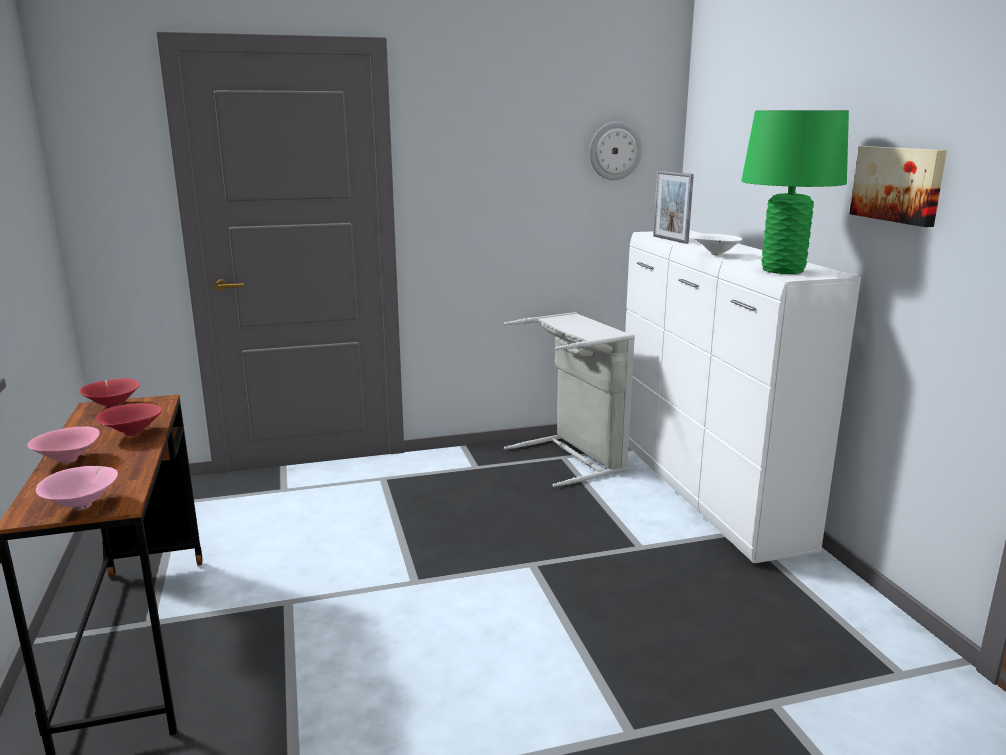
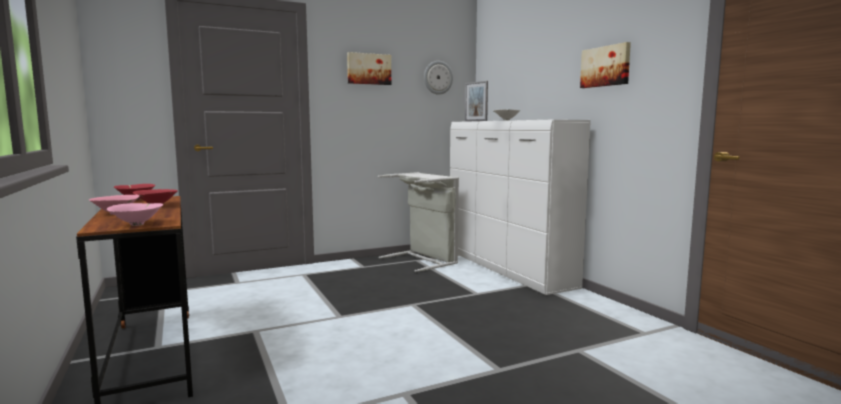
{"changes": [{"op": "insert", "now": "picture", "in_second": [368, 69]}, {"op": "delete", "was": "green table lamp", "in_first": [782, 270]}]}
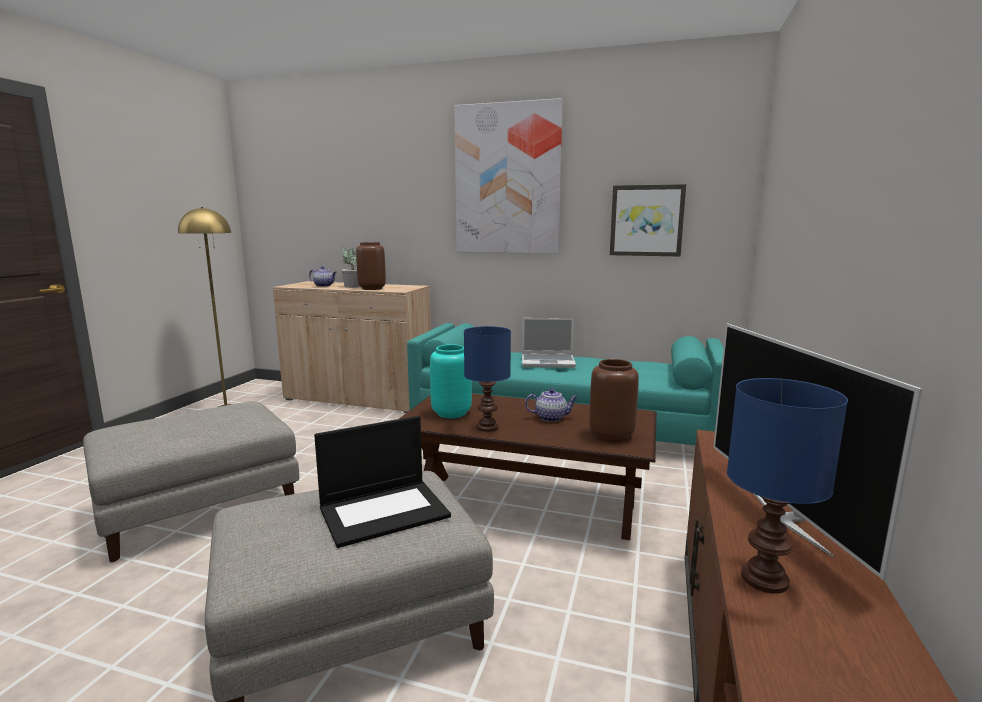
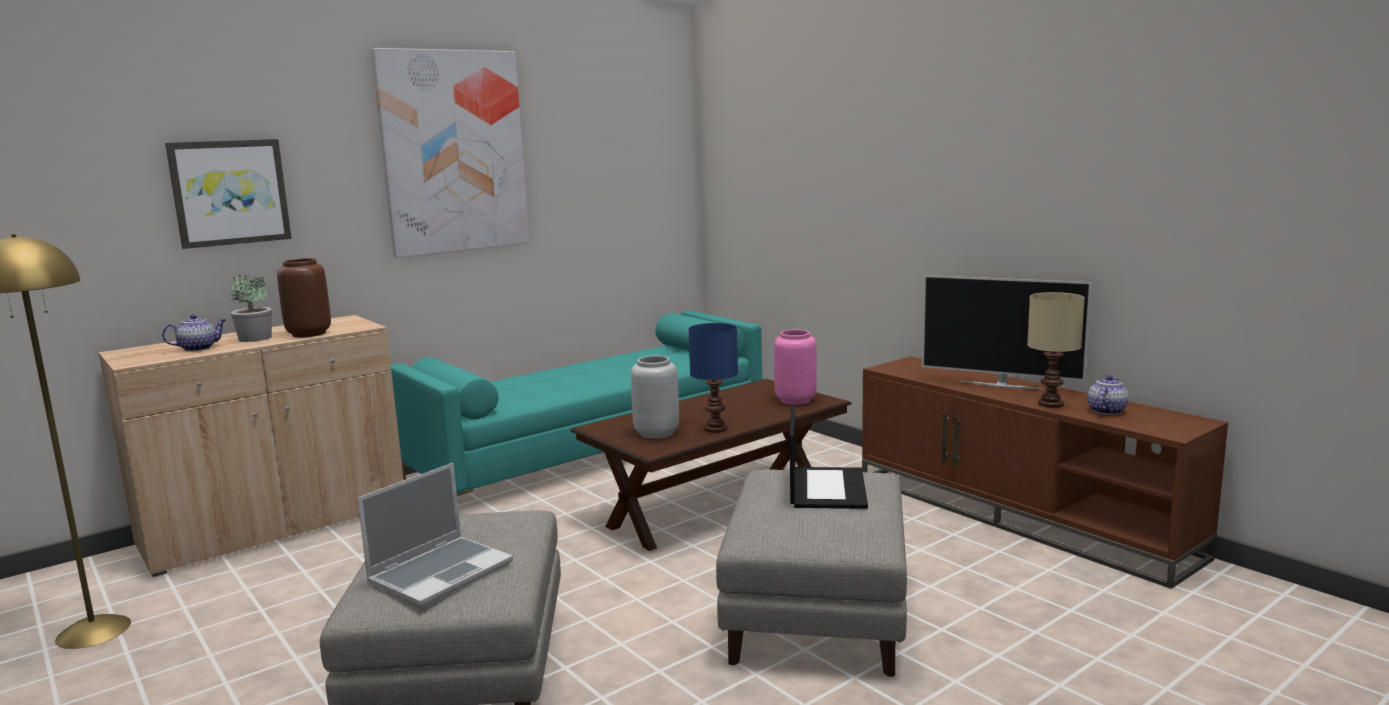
{"changes": [{"op": "move", "was": "picture", "in_first": [646, 220], "in_second": [230, 192]}, {"op": "move", "was": "laptop", "in_first": [548, 362], "in_second": [441, 572]}, {"op": "recolor", "was": "turquoise vase", "now": "grey vase", "in_first": [452, 413], "in_second": [657, 433]}, {"op": "recolor", "was": "brown vase", "now": "pink vase", "in_first": [611, 435], "in_second": [795, 400]}, {"op": "recolor", "was": "blue table lamp", "now": "beige table lamp", "in_first": [762, 578], "in_second": [1049, 404]}, {"op": "move", "was": "teapot", "in_first": [551, 418], "in_second": [1106, 411]}]}
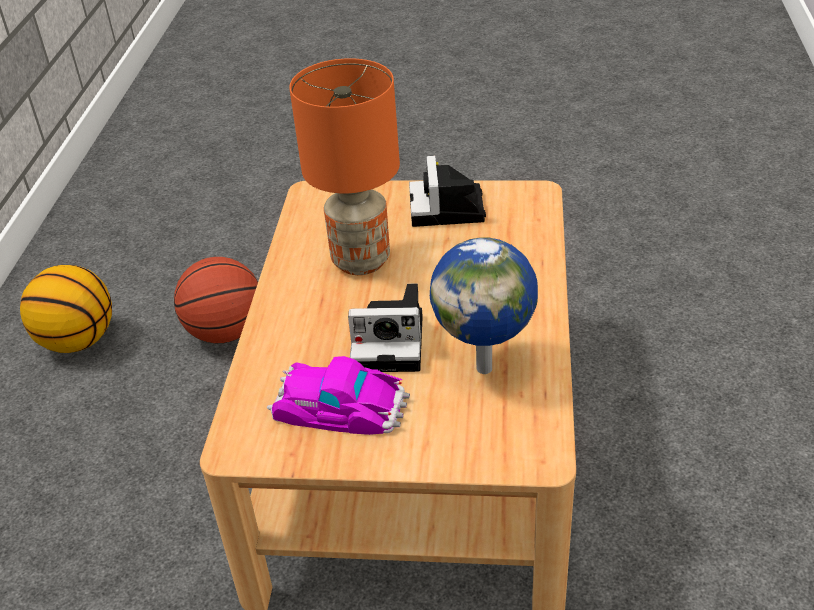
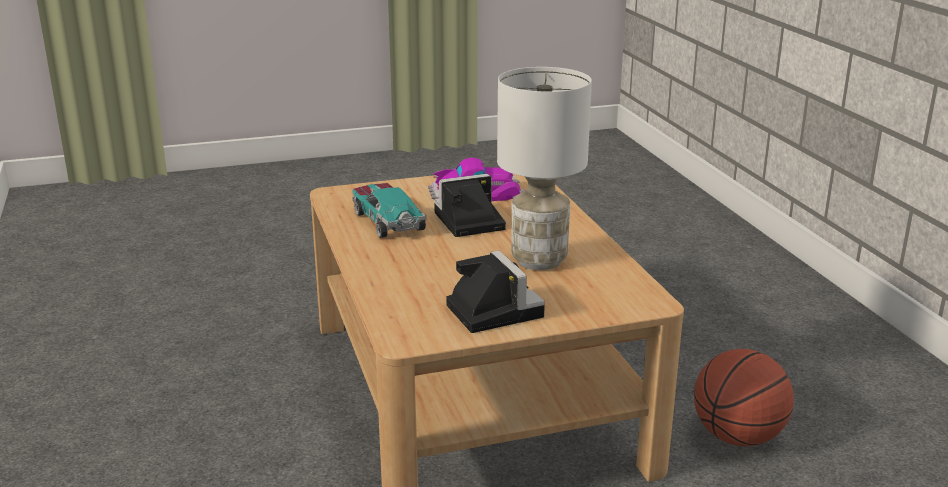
{"changes": [{"op": "replace", "was": "globe", "now": "toy car", "in_first": [486, 367], "in_second": [388, 220]}, {"op": "recolor", "was": "orange table lamp", "now": "white table lamp", "in_first": [361, 260], "in_second": [539, 261]}, {"op": "delete", "was": "basketball", "in_first": [78, 340]}]}
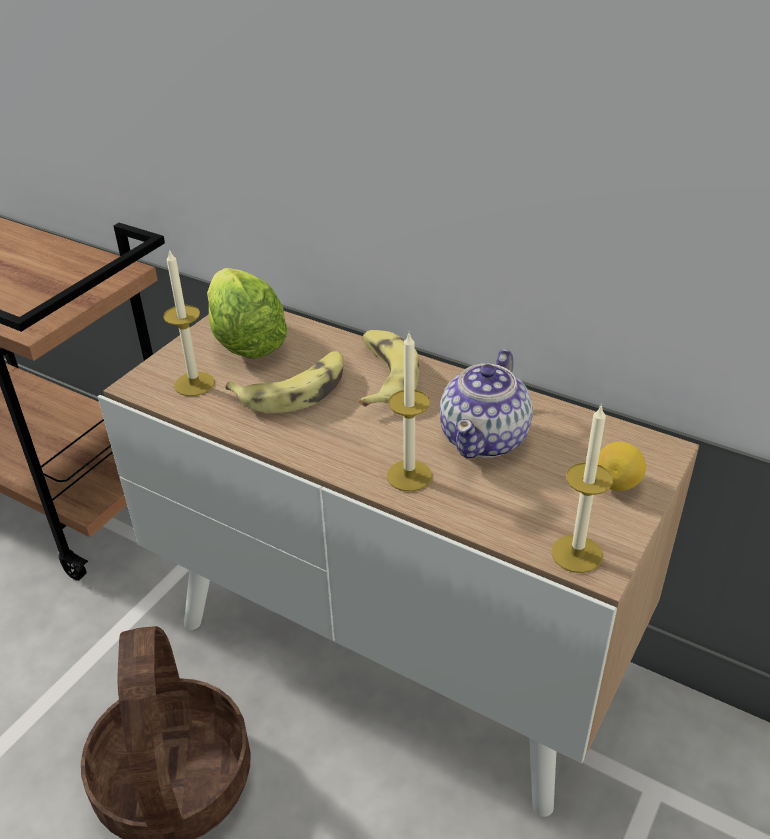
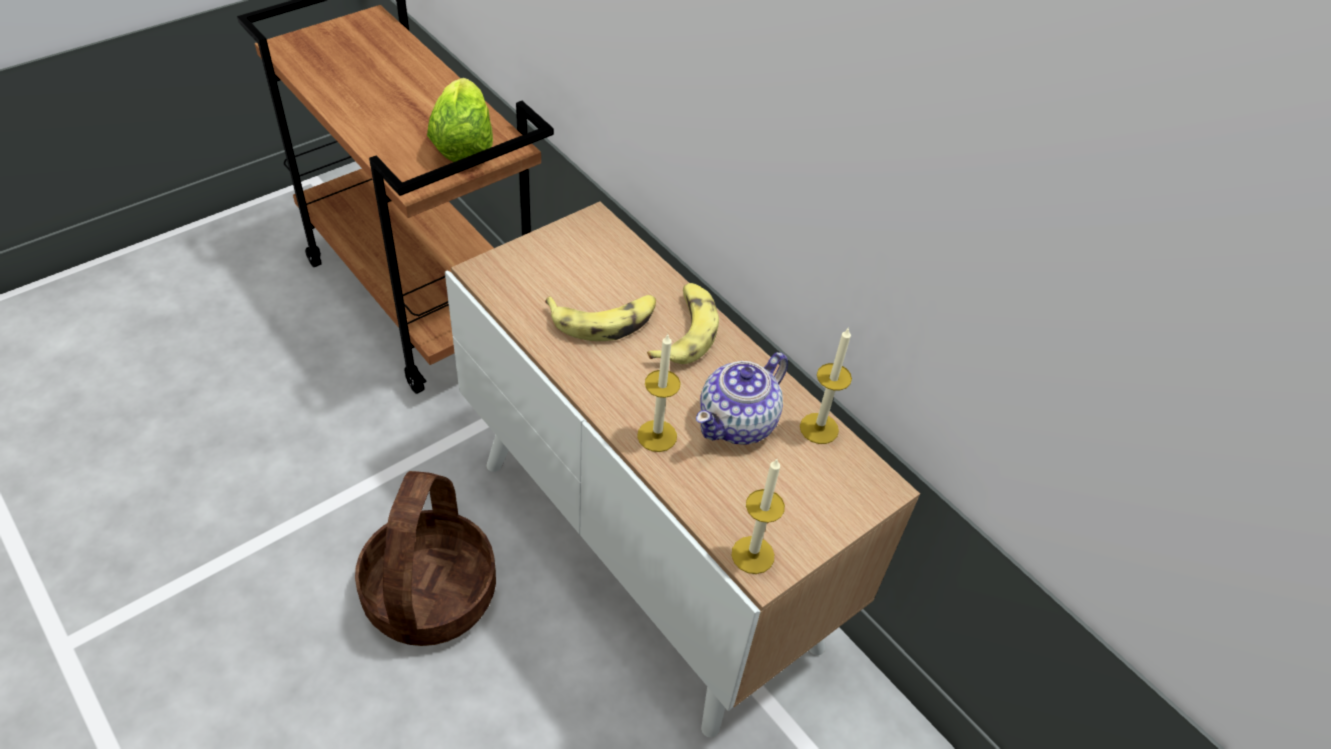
{"changes": [{"op": "move", "was": "lettuce", "in_first": [246, 342], "in_second": [462, 145]}, {"op": "move", "was": "candle", "in_first": [194, 384], "in_second": [819, 428]}, {"op": "delete", "was": "lemon", "in_first": [617, 484]}]}
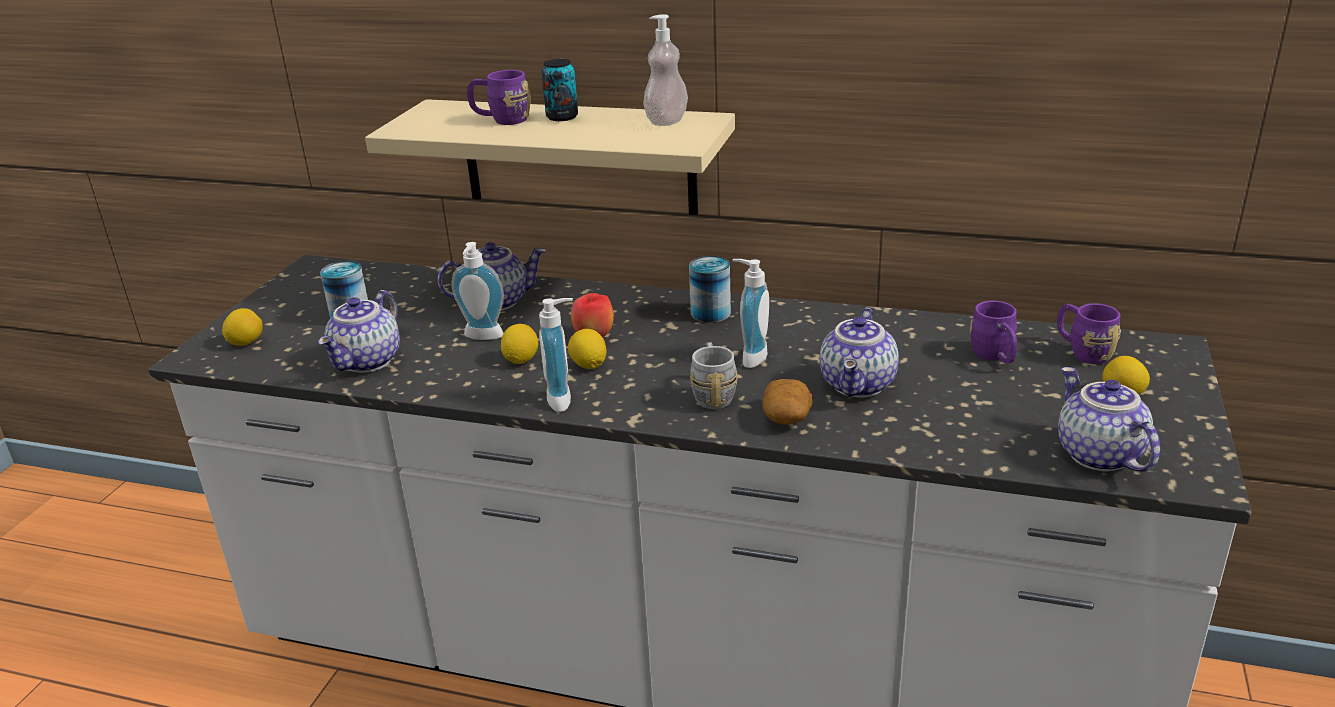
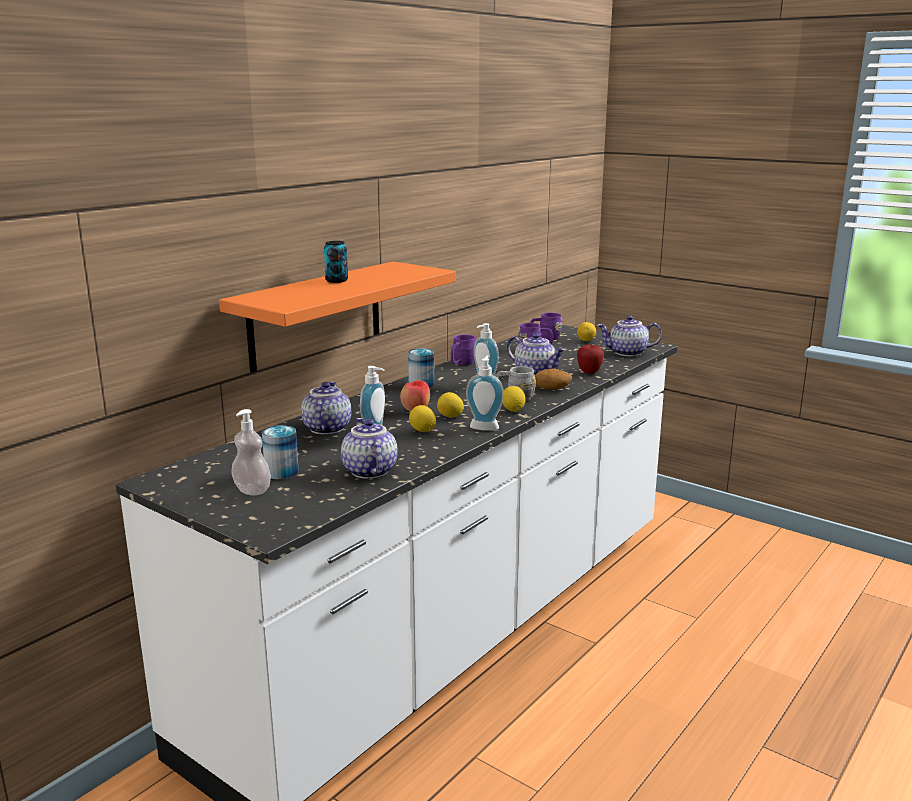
{"changes": [{"op": "recolor", "was": "beige shelf", "now": "orange shelf", "in_first": [578, 156], "in_second": [316, 315]}, {"op": "move", "was": "soap dispenser", "in_first": [666, 121], "in_second": [252, 490]}, {"op": "rotate", "was": "teapot", "in_first": [368, 362], "in_second": [368, 471], "clockwise": -150}, {"op": "move", "was": "purple mug", "in_first": [501, 120], "in_second": [461, 364]}, {"op": "move", "was": "lemon", "in_first": [246, 342], "in_second": [513, 410]}, {"op": "insert", "now": "apple", "in_second": [589, 372]}]}
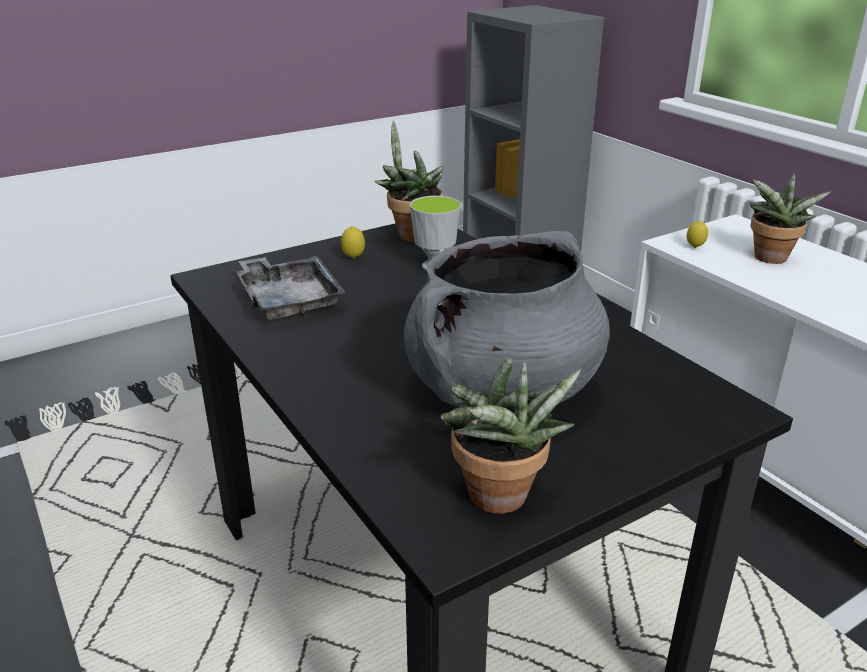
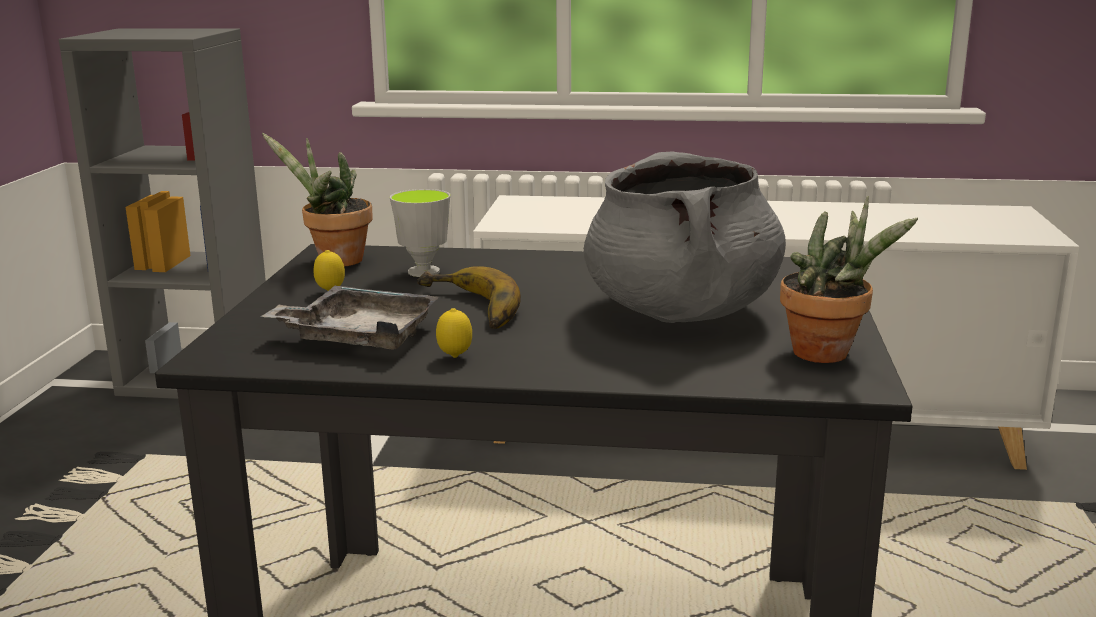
{"changes": [{"op": "insert", "now": "banana", "in_second": [466, 309]}, {"op": "move", "was": "lemon", "in_first": [694, 247], "in_second": [455, 357]}, {"op": "delete", "was": "potted plant", "in_first": [769, 259]}]}
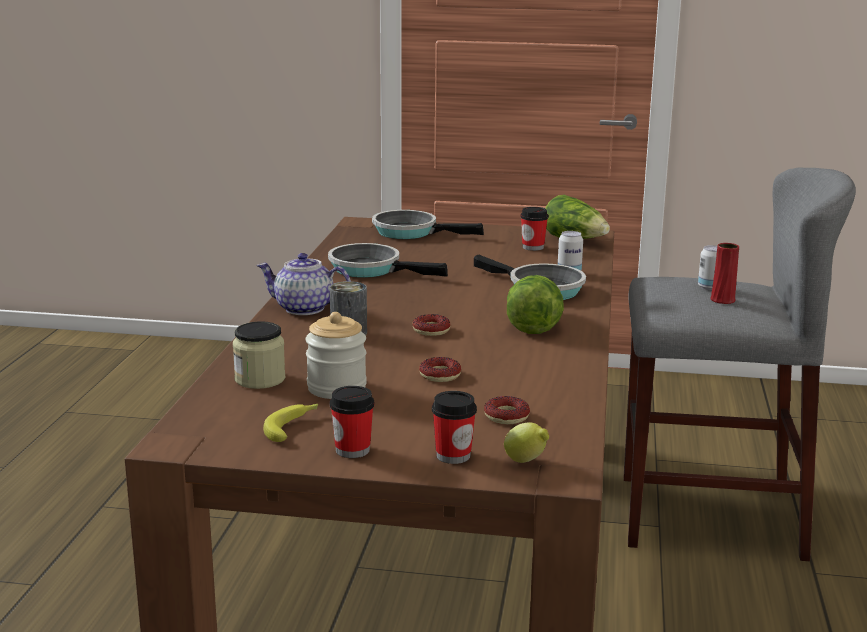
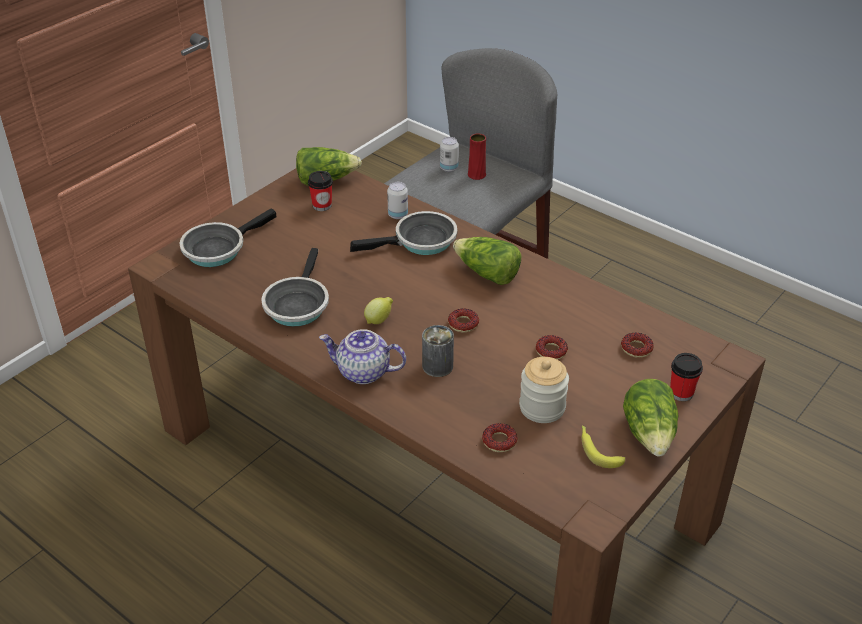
{"changes": [{"op": "rotate", "was": "frying pan", "in_first": [371, 269], "in_second": [297, 304], "clockwise": -45}, {"op": "rotate", "was": "teapot", "in_first": [303, 309], "in_second": [363, 372], "clockwise": 60}, {"op": "move", "was": "lemon", "in_first": [526, 461], "in_second": [379, 320]}, {"op": "replace", "was": "jar", "now": "donut", "in_first": [260, 379], "in_second": [499, 441]}, {"op": "replace", "was": "cup", "now": "lettuce", "in_first": [352, 450], "in_second": [650, 434]}]}
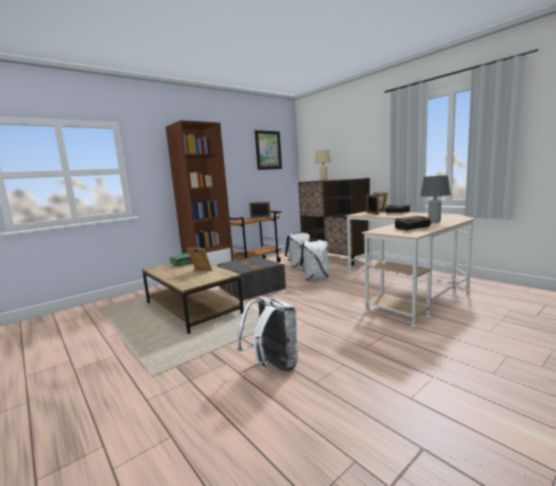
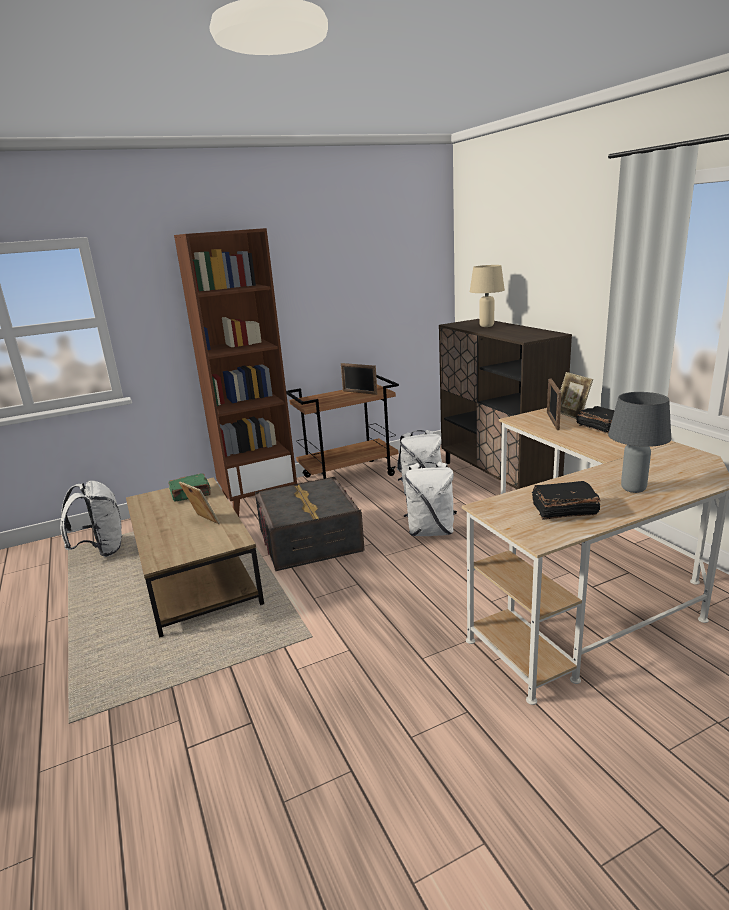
{"changes": [{"op": "move", "was": "white backpack", "in_first": [273, 366], "in_second": [101, 550]}, {"op": "delete", "was": "picture", "in_first": [268, 150]}]}
